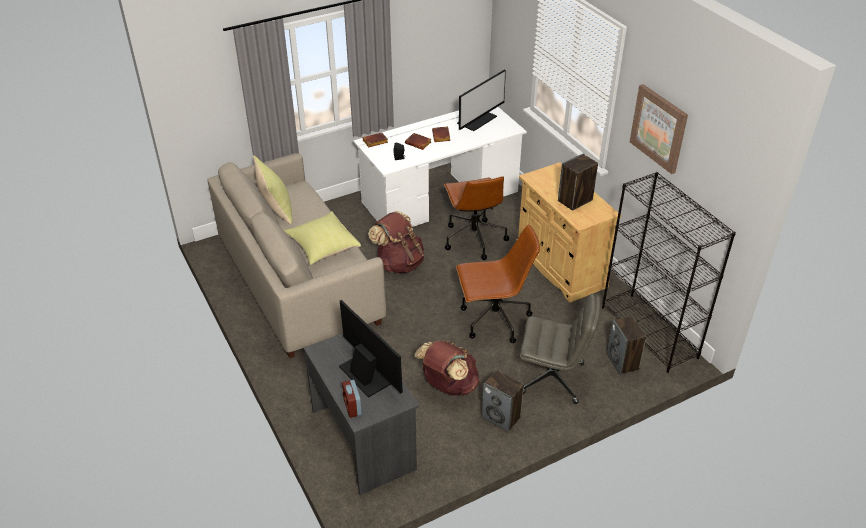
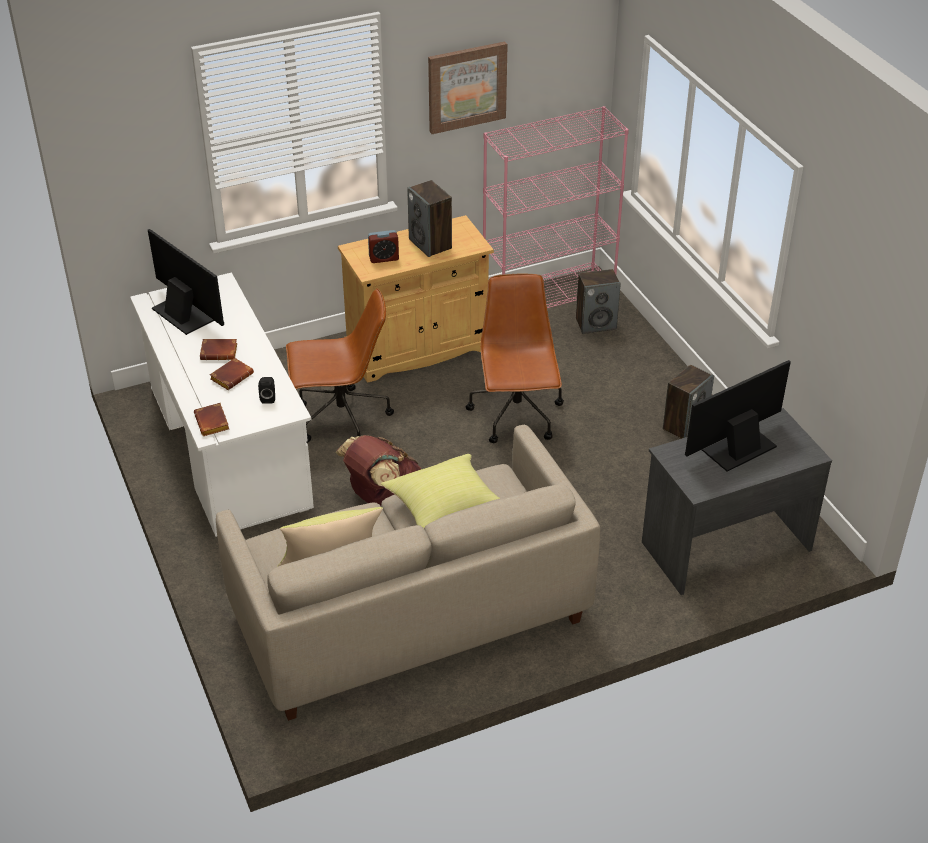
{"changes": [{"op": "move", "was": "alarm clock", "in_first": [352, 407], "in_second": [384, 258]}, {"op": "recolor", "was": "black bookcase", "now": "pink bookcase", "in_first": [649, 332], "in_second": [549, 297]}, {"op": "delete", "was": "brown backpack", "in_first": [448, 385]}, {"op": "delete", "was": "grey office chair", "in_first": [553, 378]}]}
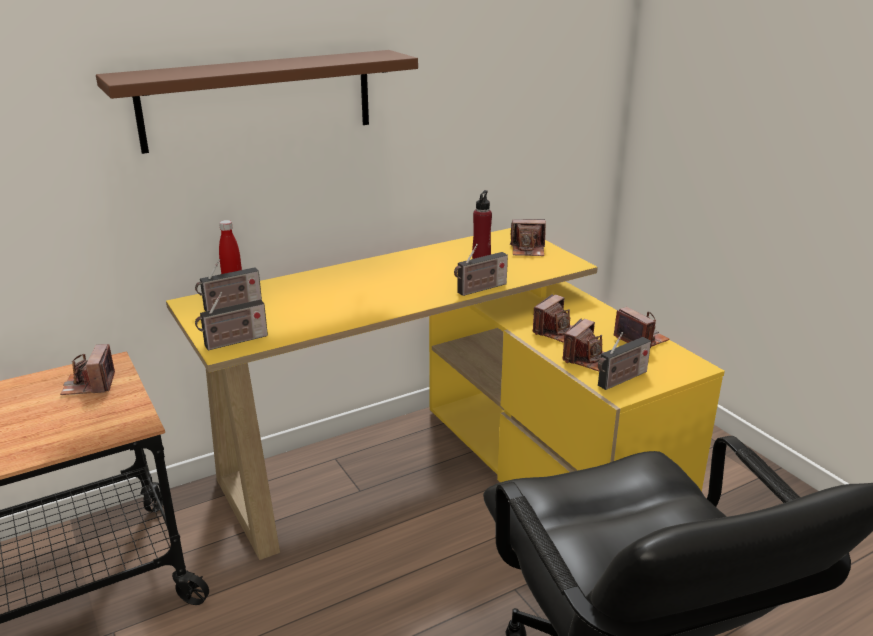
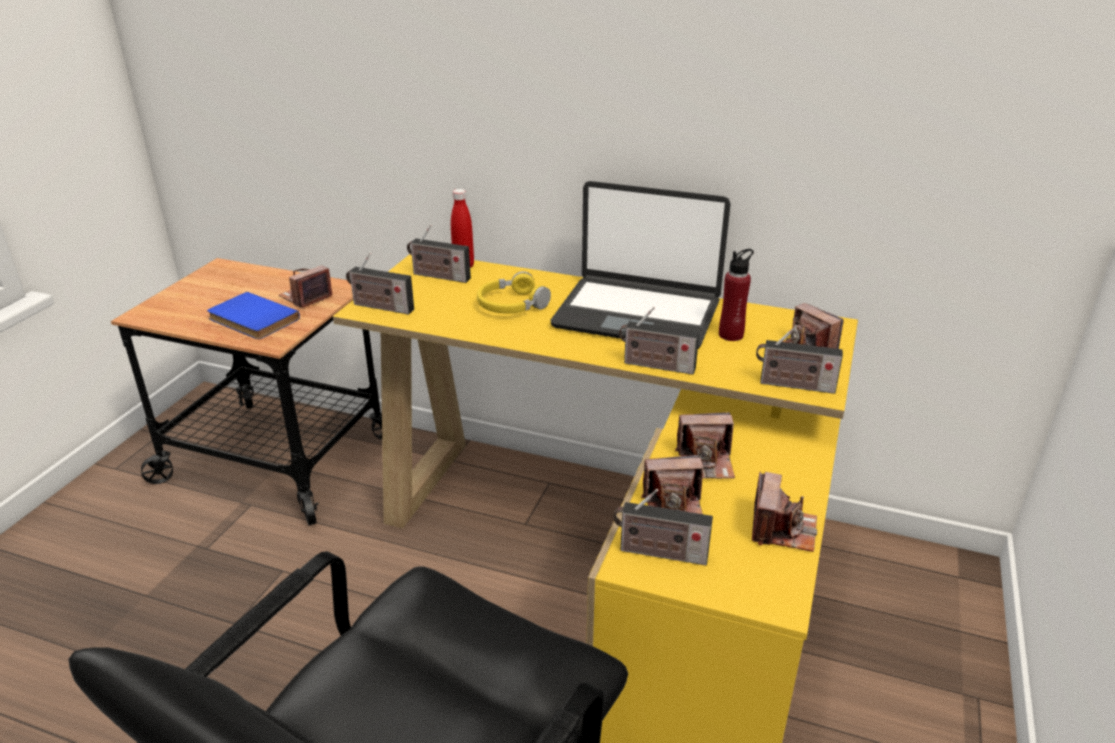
{"changes": [{"op": "insert", "now": "blue book", "in_second": [251, 320]}, {"op": "insert", "now": "yellow headphones", "in_second": [511, 305]}, {"op": "insert", "now": "laptop", "in_second": [637, 314]}, {"op": "insert", "now": "radio", "in_second": [793, 385]}, {"op": "delete", "was": "brown shelf", "in_first": [258, 100]}]}
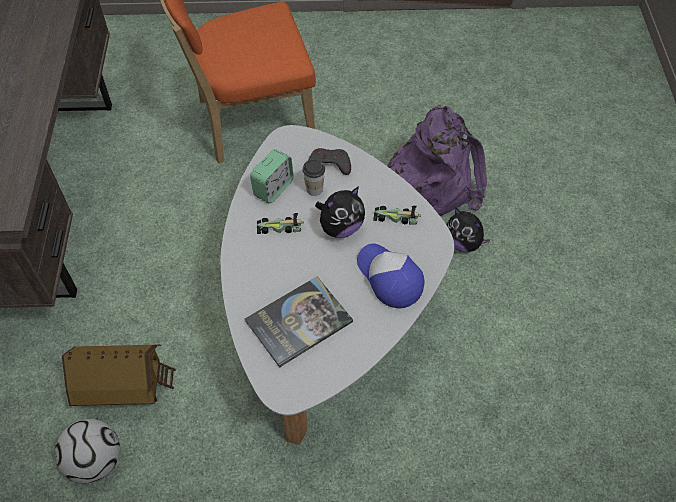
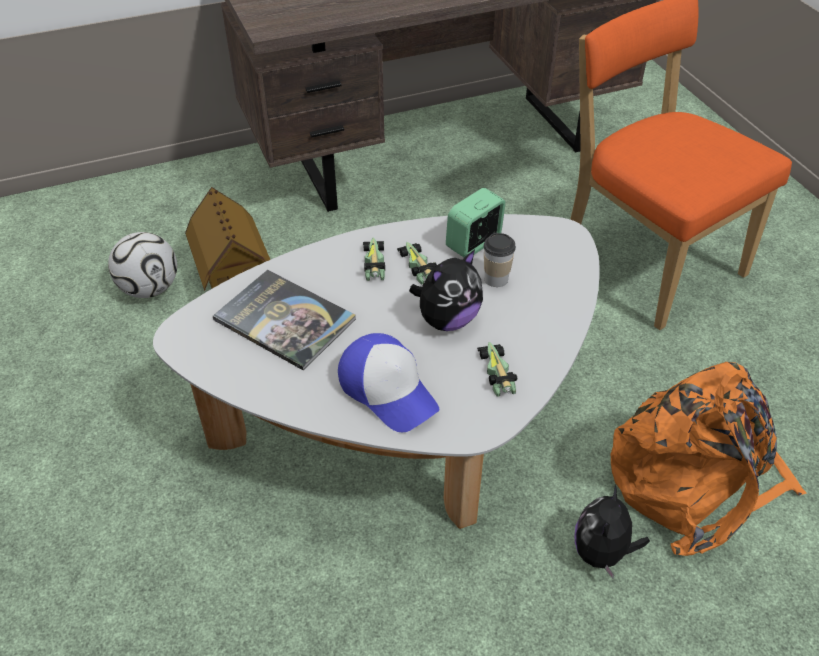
{"changes": [{"op": "rotate", "was": "cap", "in_first": [389, 278], "in_second": [388, 390], "clockwise": 105}, {"op": "insert", "now": "toy car", "in_second": [374, 262]}, {"op": "rotate", "was": "plush toy", "in_first": [340, 227], "in_second": [447, 320], "clockwise": -75}, {"op": "rotate", "was": "alarm clock", "in_first": [273, 188], "in_second": [474, 243], "clockwise": 120}, {"op": "recolor", "was": "purple backpack", "now": "orange backpack", "in_first": [432, 180], "in_second": [693, 481]}, {"op": "delete", "was": "grey game controller", "in_first": [329, 164]}]}
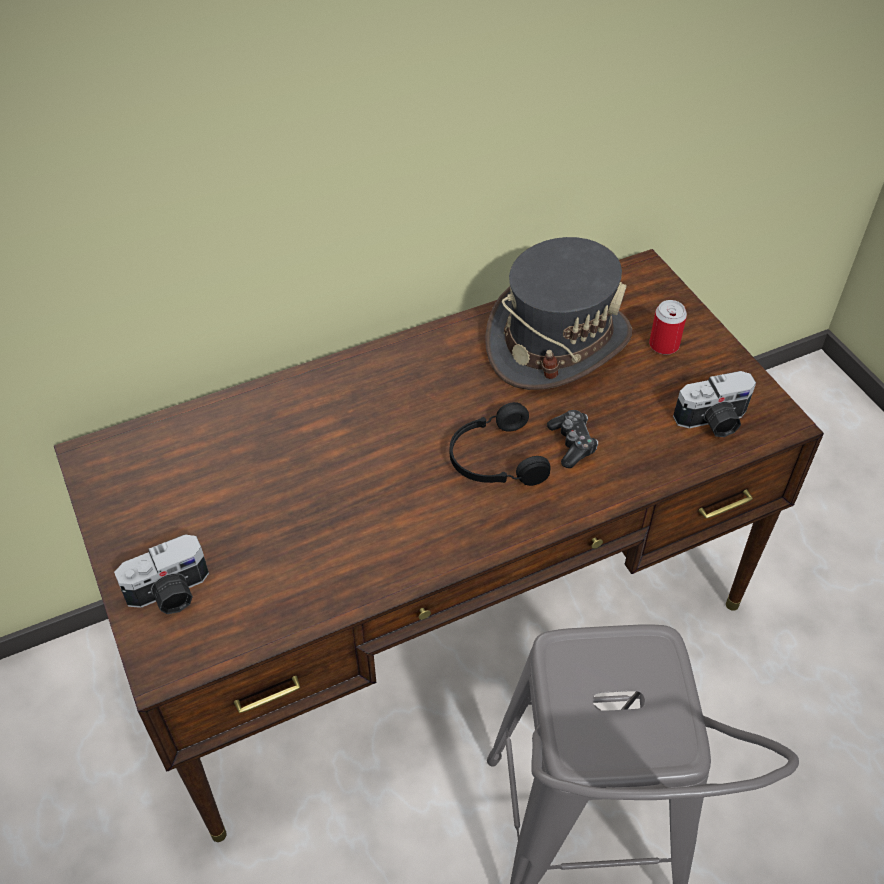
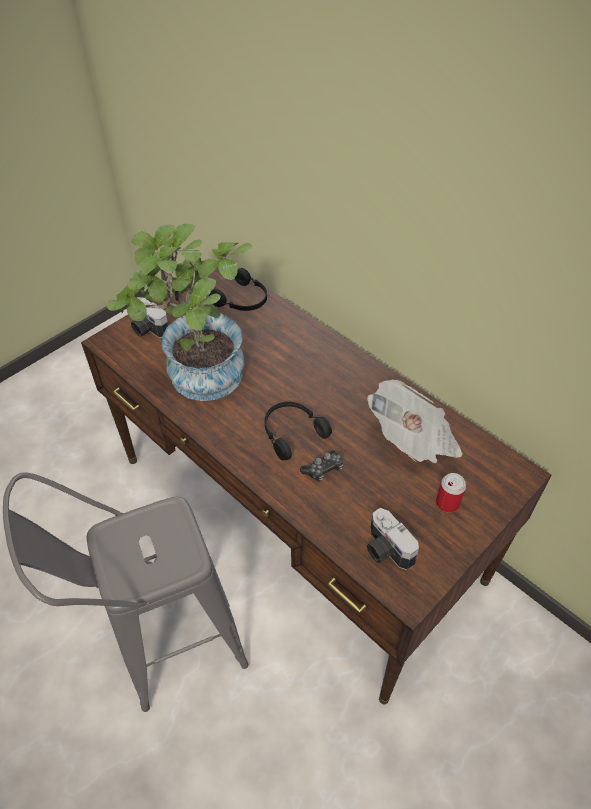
{"changes": [{"op": "insert", "now": "potted plant", "in_second": [198, 381]}, {"op": "insert", "now": "black headphones", "in_second": [243, 300]}, {"op": "replace", "was": "grey hat", "now": "newspaper", "in_first": [557, 342], "in_second": [413, 439]}]}
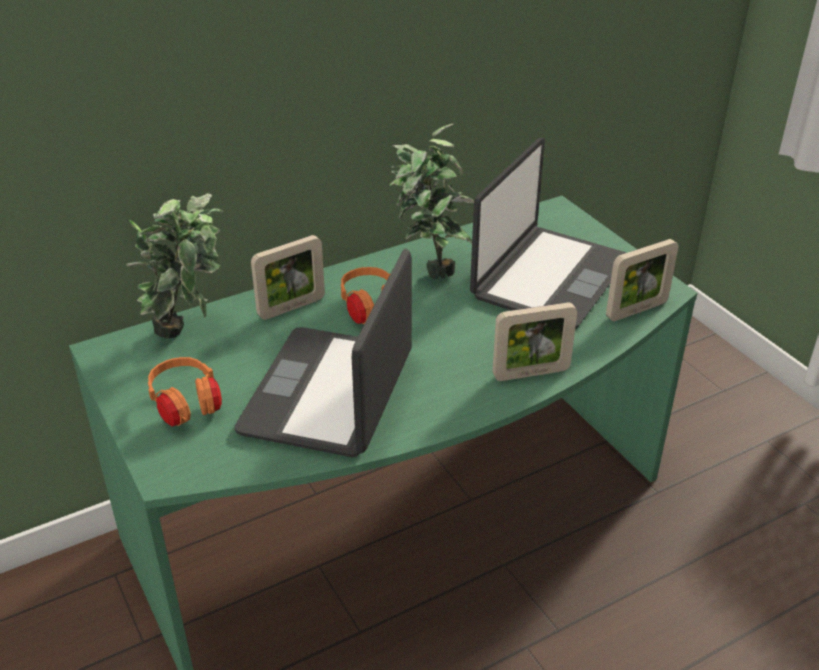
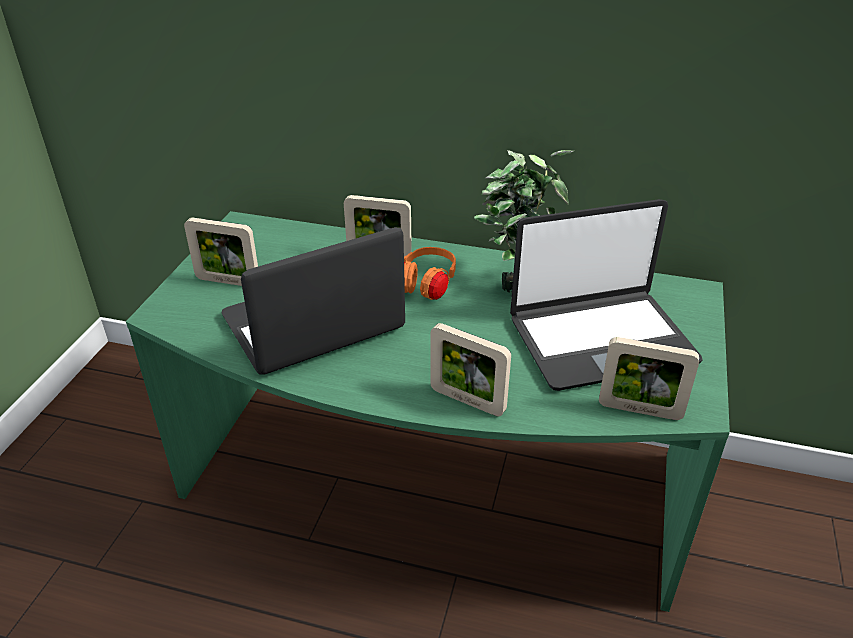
{"changes": [{"op": "replace", "was": "orange headphones", "now": "picture frame", "in_first": [186, 406], "in_second": [228, 281]}, {"op": "delete", "was": "potted plant", "in_first": [189, 329]}]}
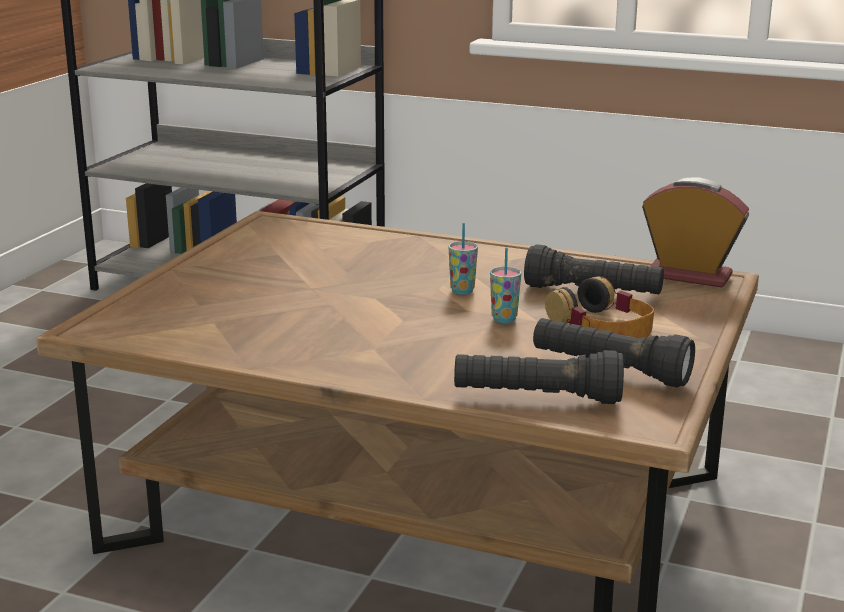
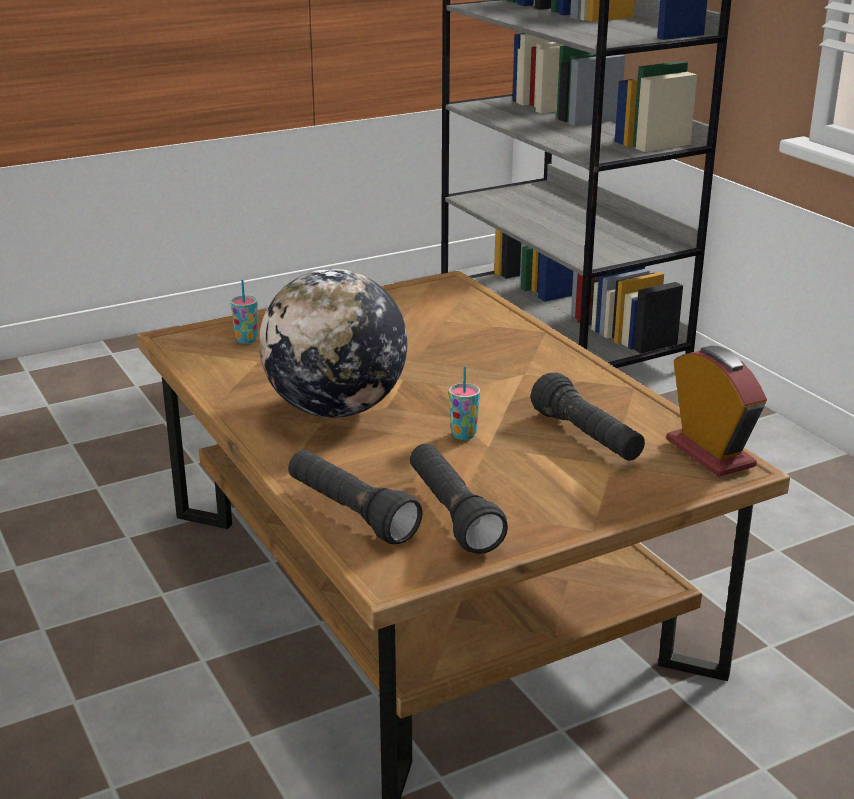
{"changes": [{"op": "move", "was": "cup", "in_first": [462, 291], "in_second": [246, 340]}, {"op": "insert", "now": "globe", "in_second": [336, 409]}, {"op": "delete", "was": "headphones", "in_first": [603, 326]}]}
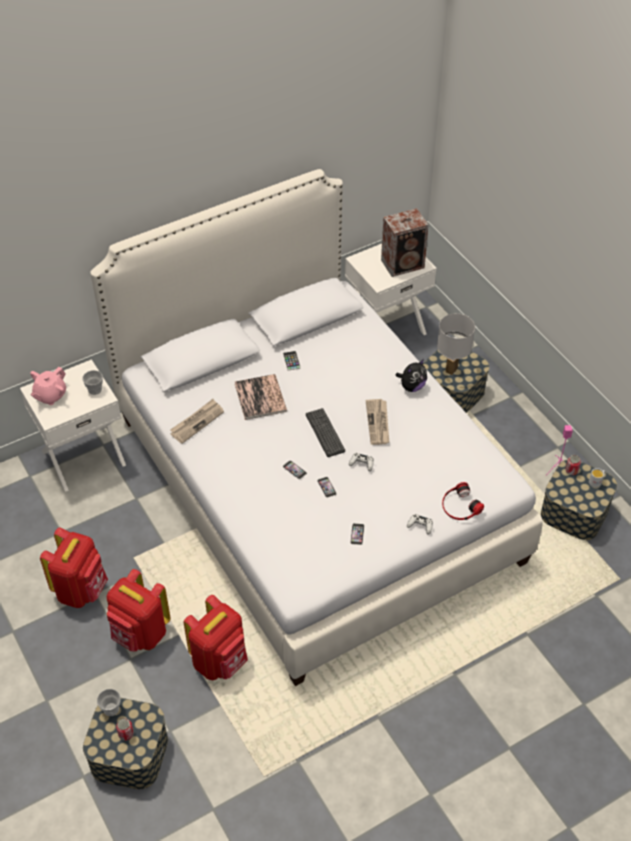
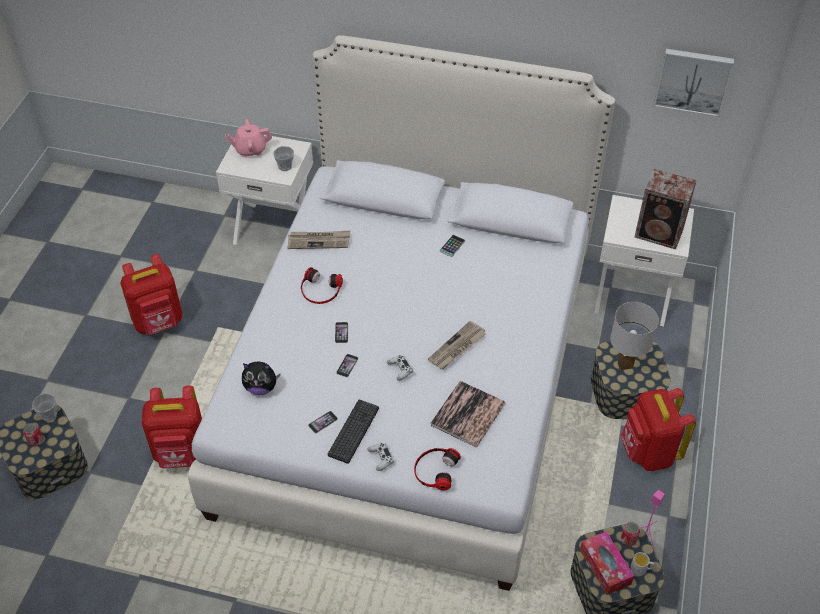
{"changes": [{"op": "move", "was": "plush toy", "in_first": [412, 386], "in_second": [261, 388]}, {"op": "insert", "now": "headphones", "in_second": [320, 290]}, {"op": "move", "was": "keyboard", "in_first": [325, 433], "in_second": [353, 431]}, {"op": "move", "was": "book", "in_first": [260, 397], "in_second": [468, 414]}, {"op": "insert", "now": "tissue box", "in_second": [605, 567]}, {"op": "move", "was": "red backpack", "in_first": [140, 634], "in_second": [648, 452]}, {"op": "insert", "now": "picture", "in_second": [693, 80]}]}
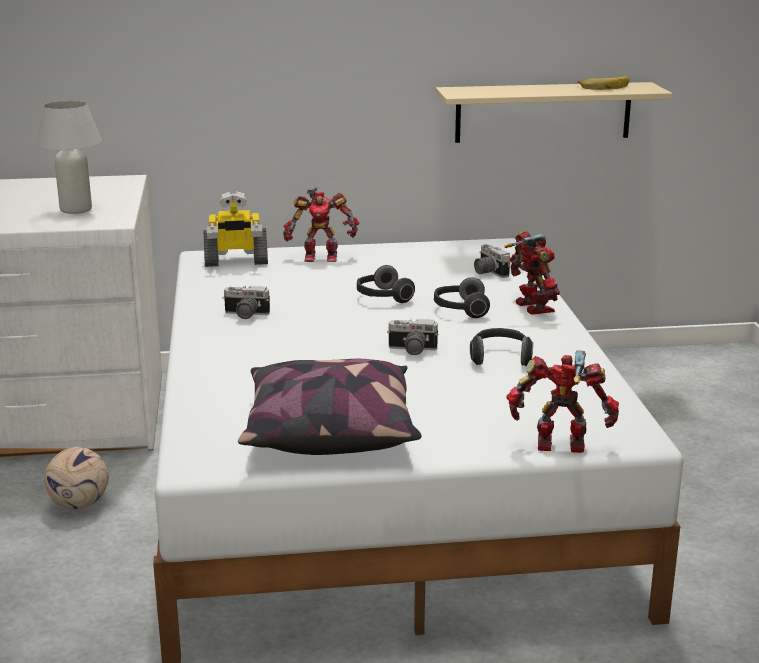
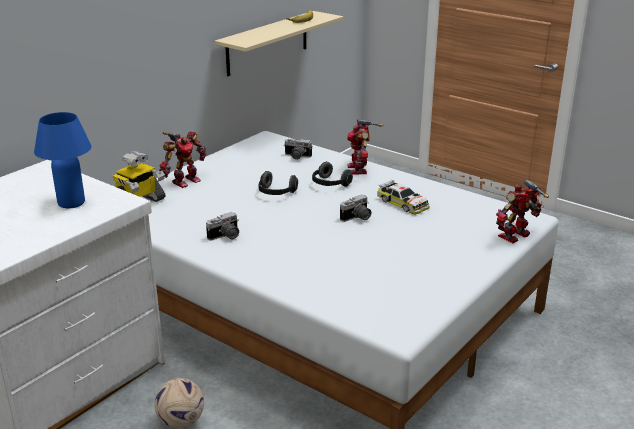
{"changes": [{"op": "recolor", "was": "white table lamp", "now": "blue table lamp", "in_first": [76, 210], "in_second": [71, 203]}, {"op": "rotate", "was": "toy robot", "in_first": [531, 307], "in_second": [359, 169], "clockwise": -120}, {"op": "replace", "was": "headphones", "now": "toy car", "in_first": [500, 358], "in_second": [403, 203]}, {"op": "delete", "was": "pillow", "in_first": [329, 430]}]}
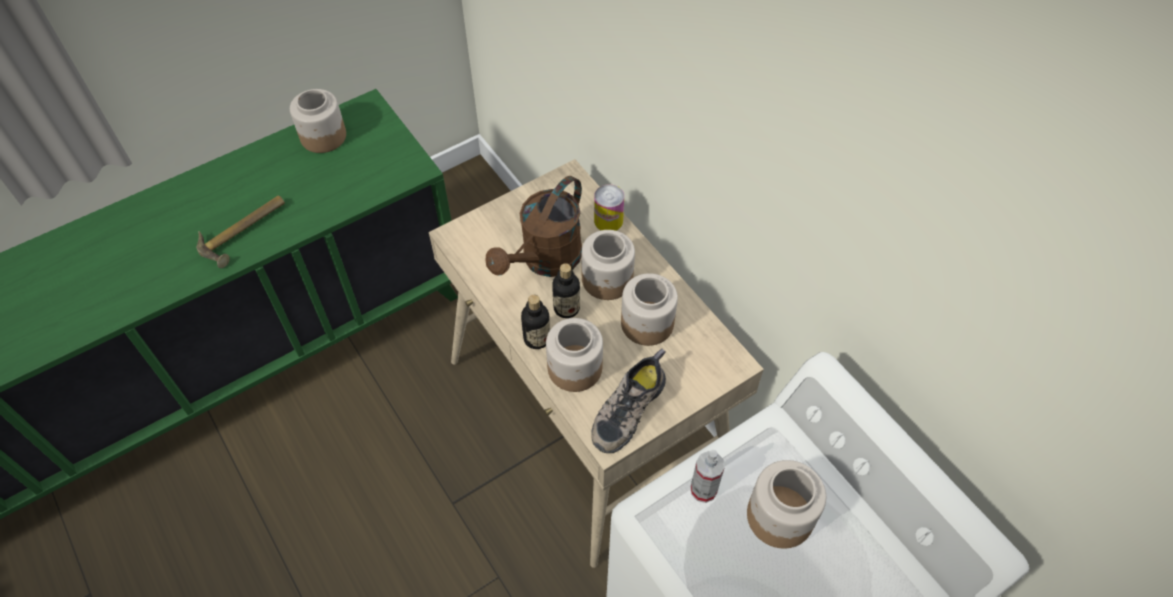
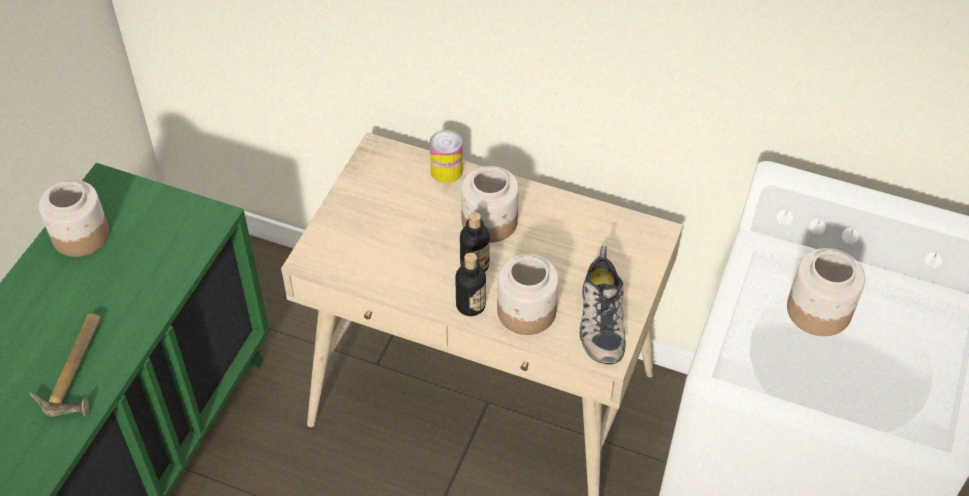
{"changes": [{"op": "delete", "was": "brown watering can", "in_first": [545, 261]}, {"op": "delete", "was": "jar", "in_first": [646, 323]}, {"op": "delete", "was": "spray bottle", "in_first": [703, 490]}]}
